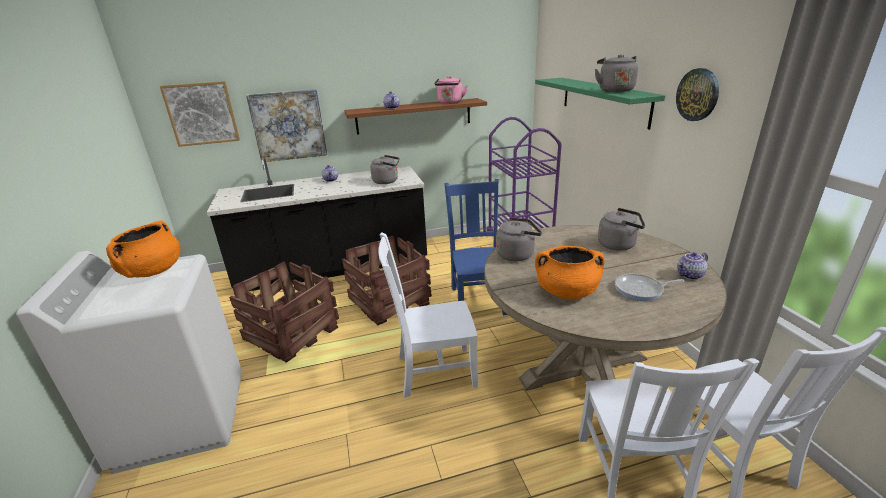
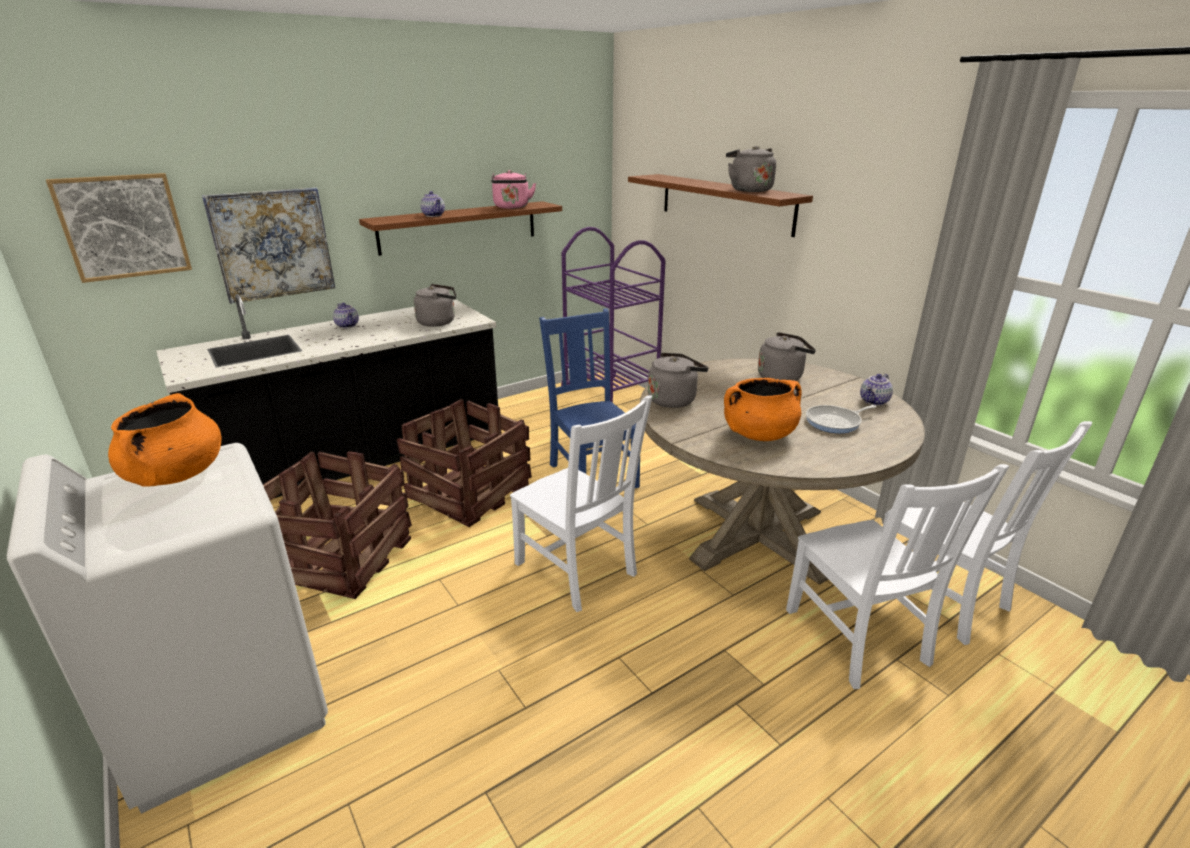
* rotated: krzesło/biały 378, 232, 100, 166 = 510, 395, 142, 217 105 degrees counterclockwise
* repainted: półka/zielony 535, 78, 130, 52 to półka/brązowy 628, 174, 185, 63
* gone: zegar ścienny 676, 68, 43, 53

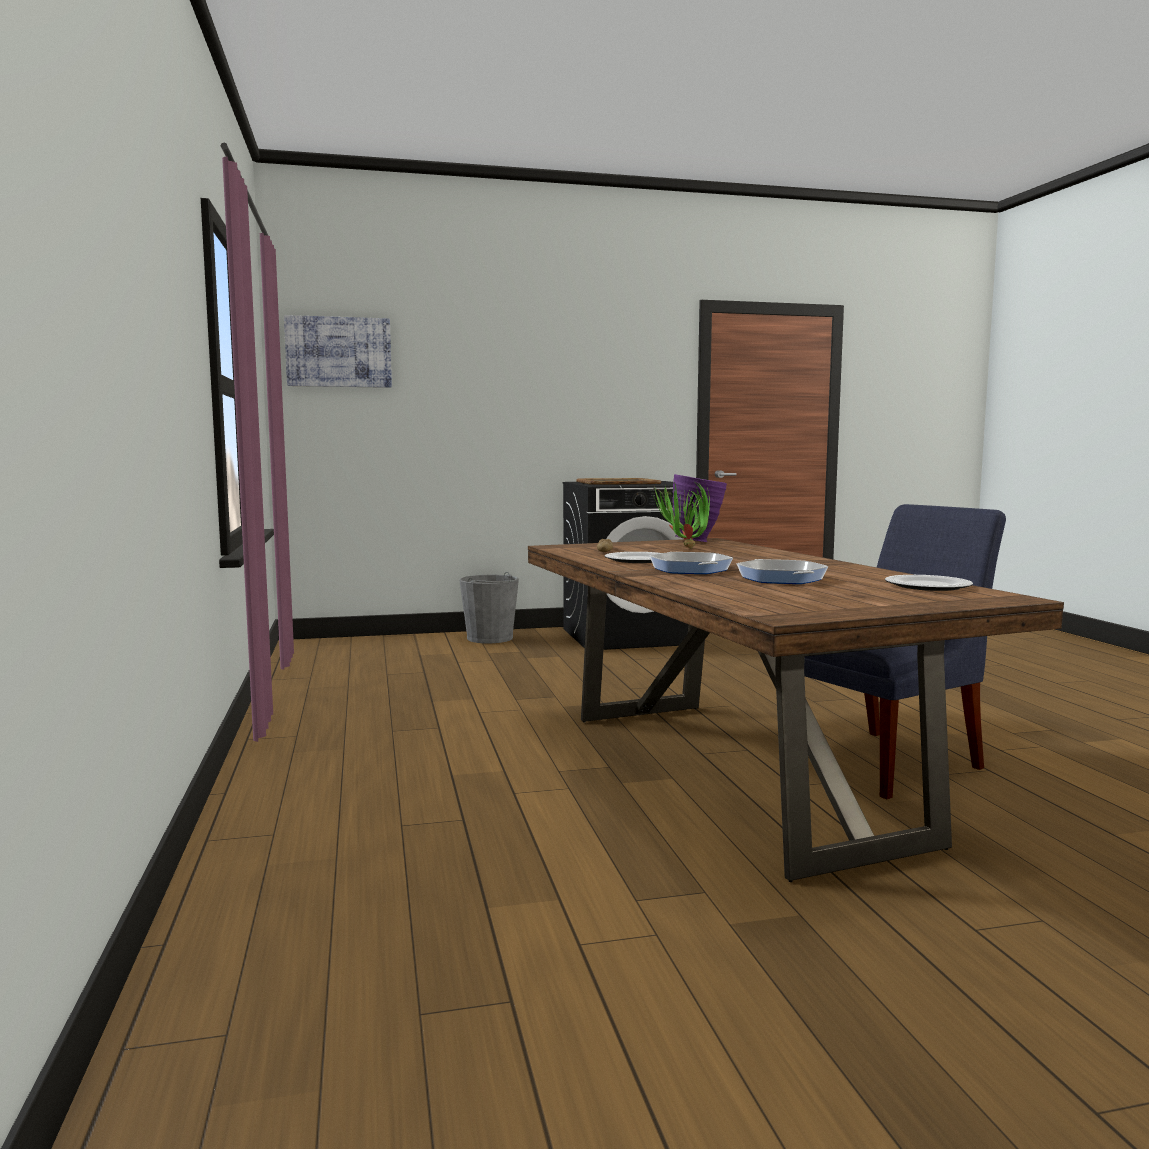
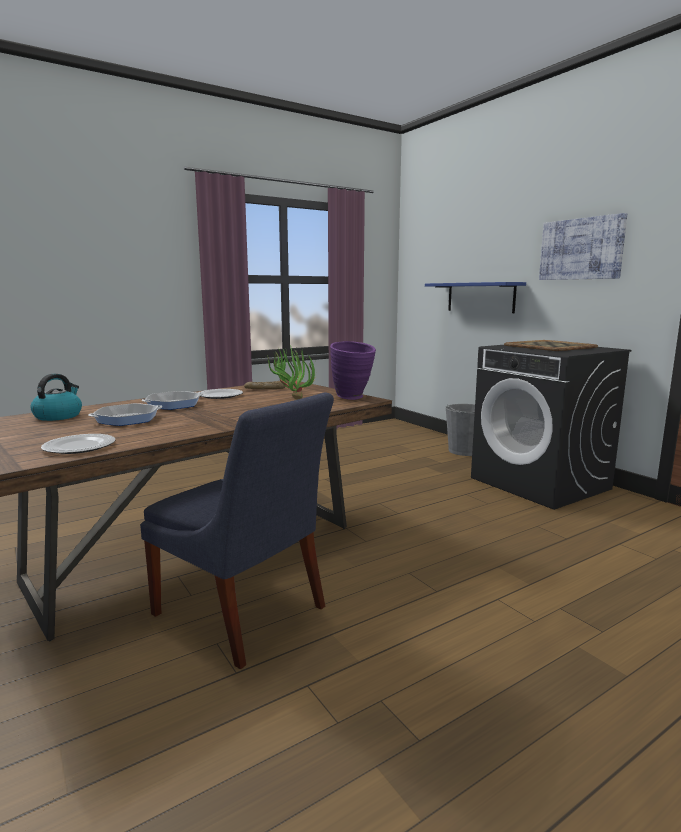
* shifted: obraz 284, 315, 108, 73 to 539, 213, 88, 67
* new: czajnik 30, 374, 52, 47
* new: półka/niebieski 425, 282, 101, 31

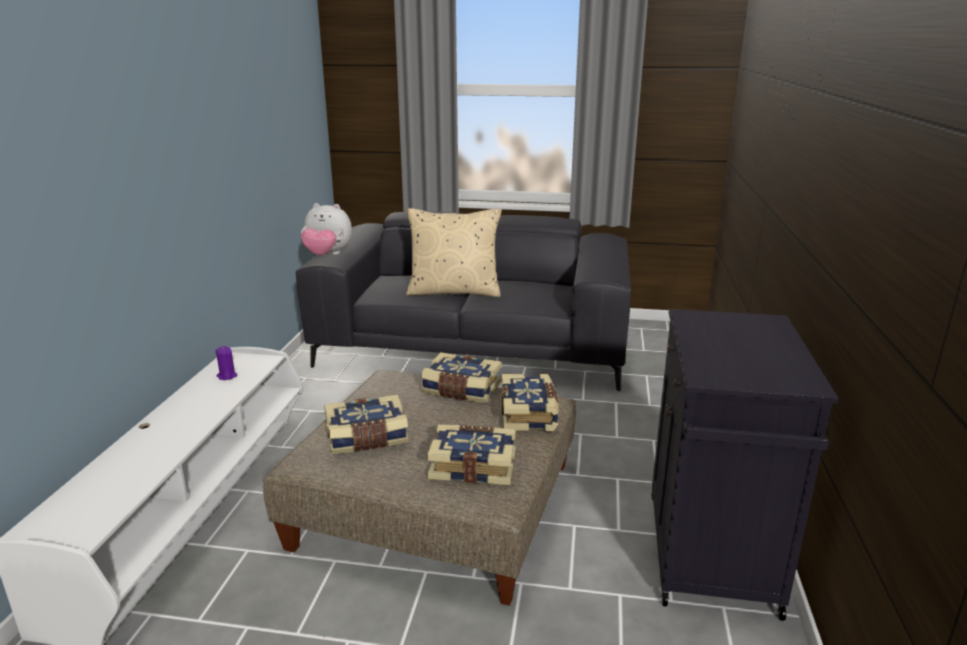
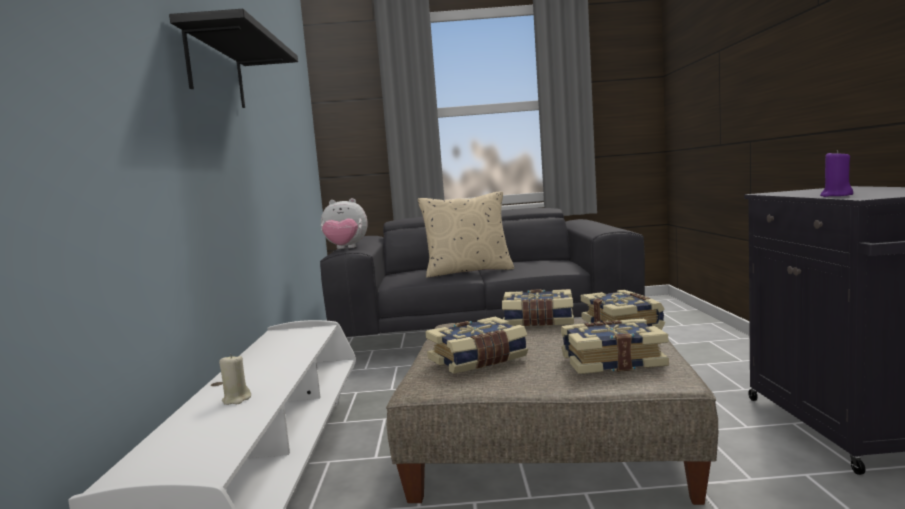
* shifted: świeca/fioletowy 216, 346, 21, 34 to 820, 150, 33, 47
* new: półka/czarny 169, 9, 129, 99
* new: świeca/beżowy 219, 354, 32, 51

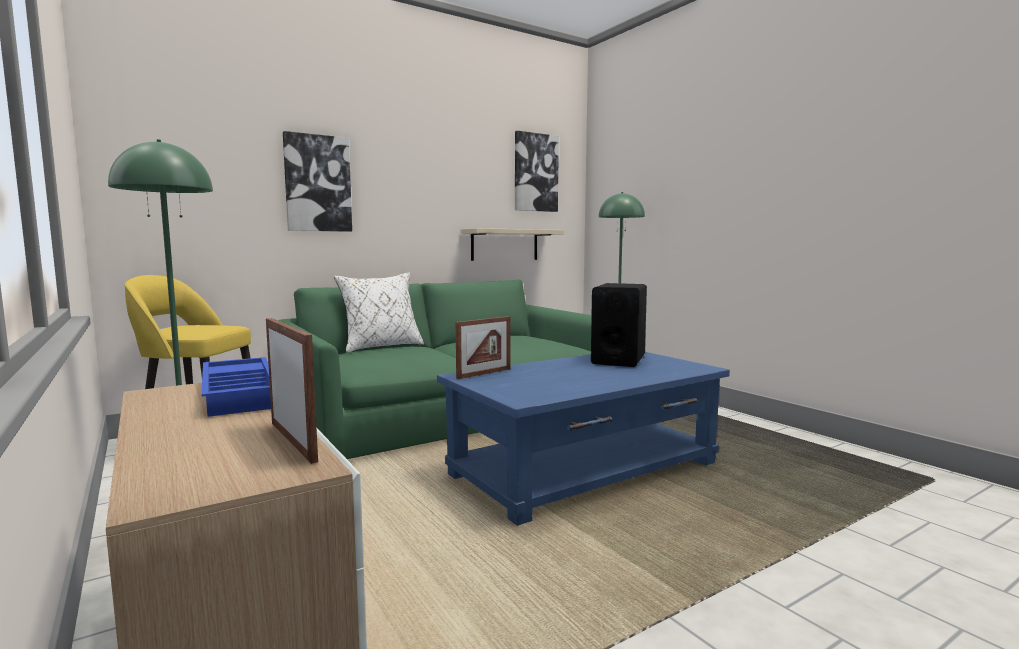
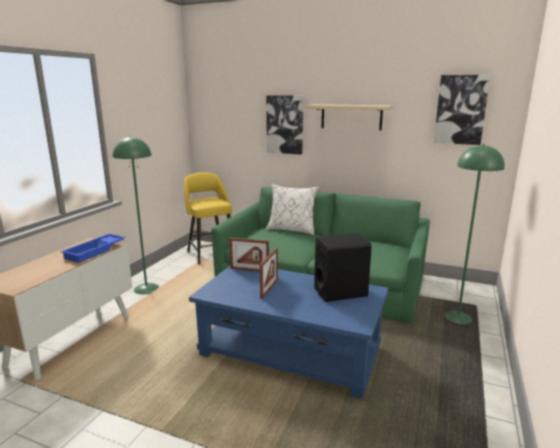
* shifted: ramka na zdjęcie 266, 318, 52, 146 to 260, 248, 18, 51
* shifted: półka/beżowy 461, 228, 103, 33 to 306, 104, 87, 26

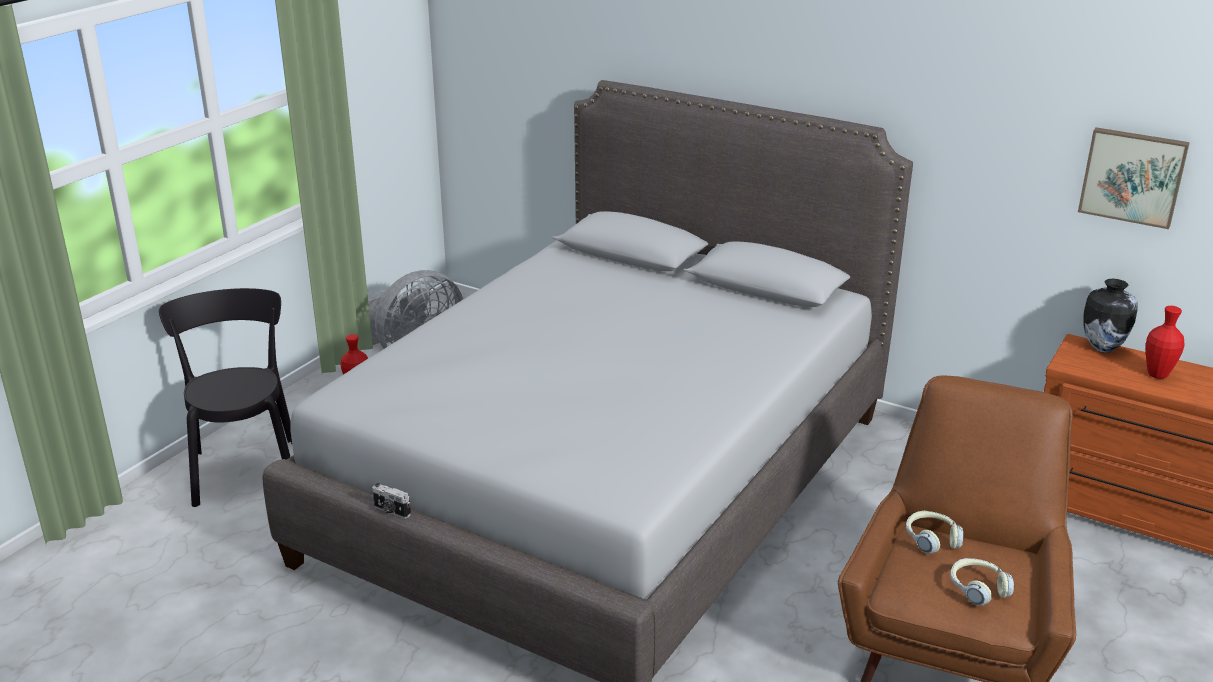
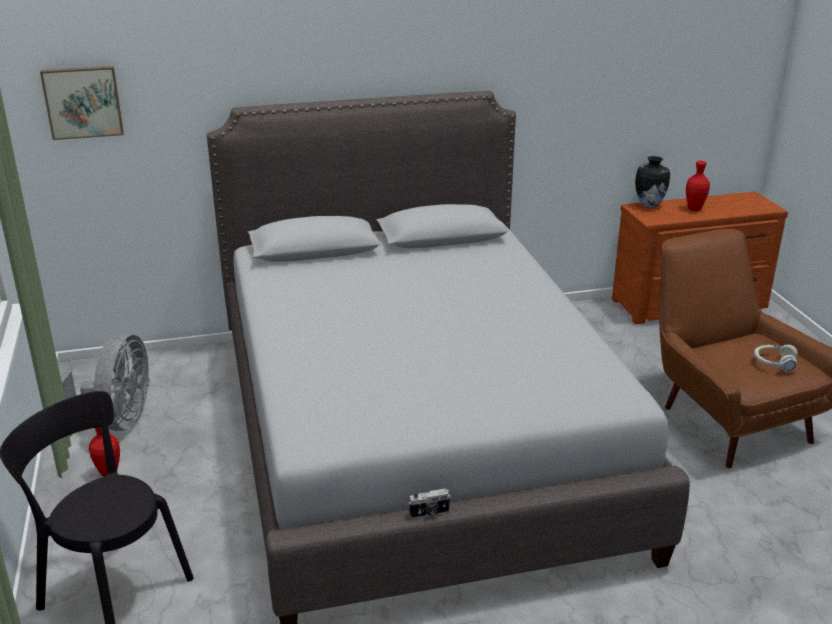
* gone: słuchawki 906, 511, 57, 43
* shifted: obraz 1078, 127, 112, 102 to 40, 66, 84, 74

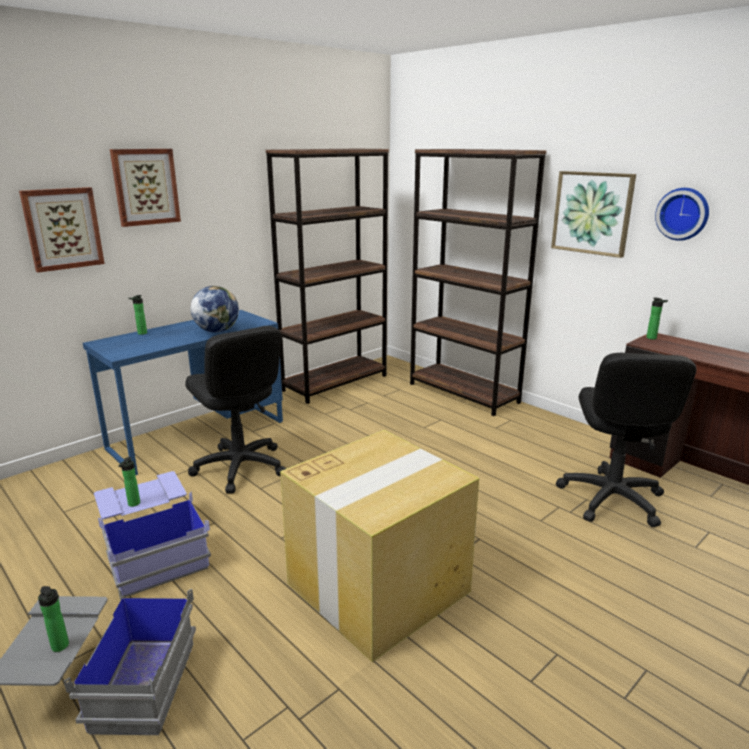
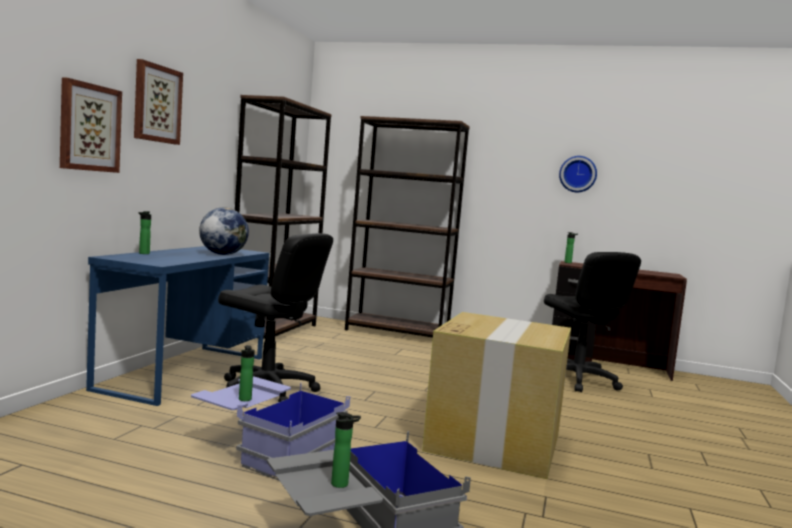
* gone: obraz 551, 171, 85, 87

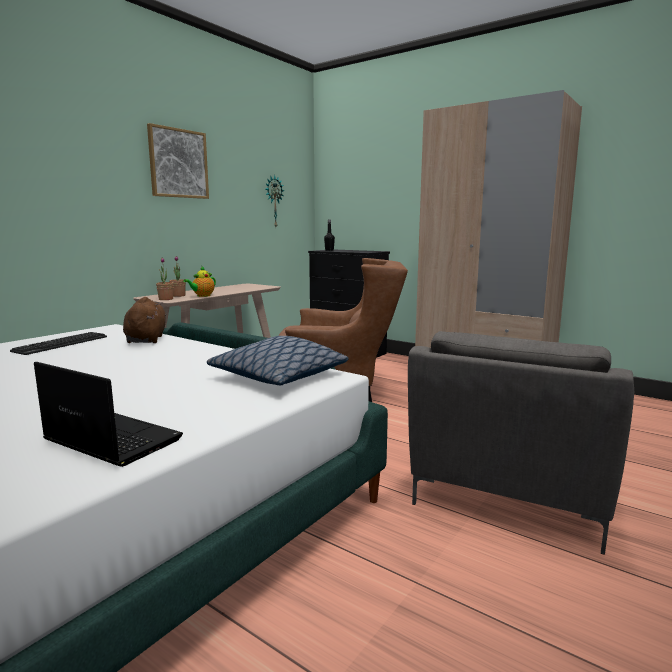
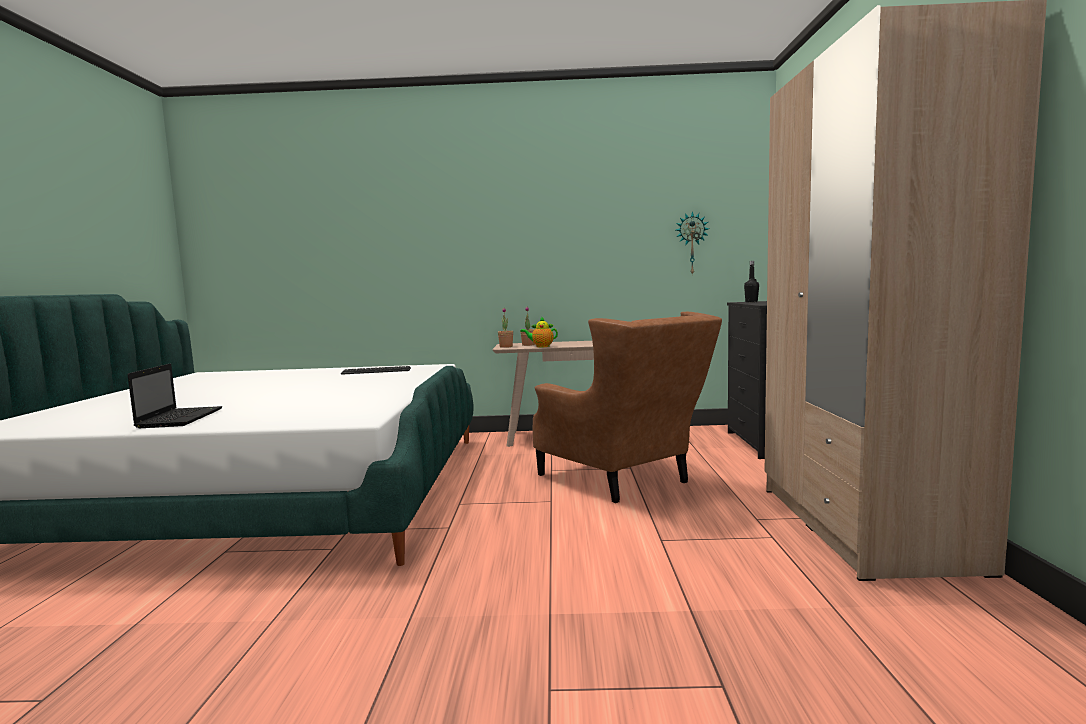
* gone: pluszak/brązowy 123, 297, 43, 46
* gone: obraz 147, 123, 62, 76
* gone: poduszka 207, 336, 141, 49
* gone: fotel/szary 408, 331, 226, 224

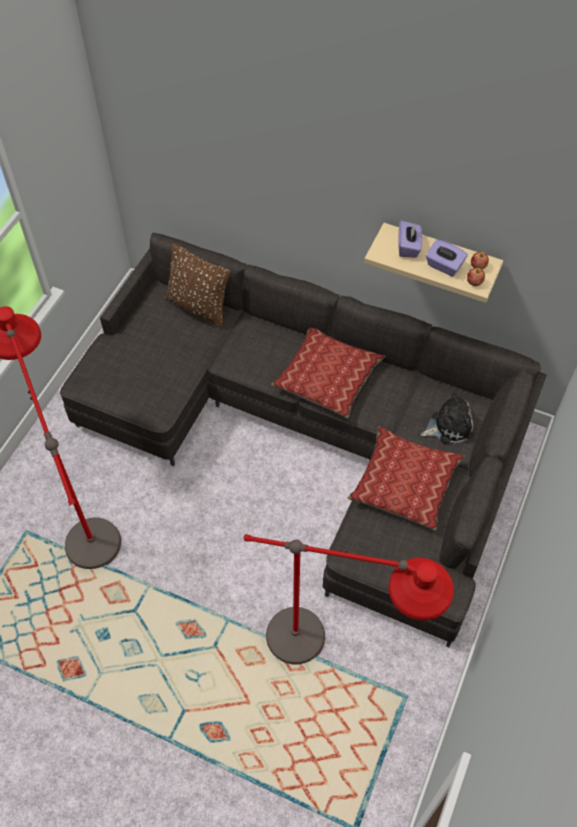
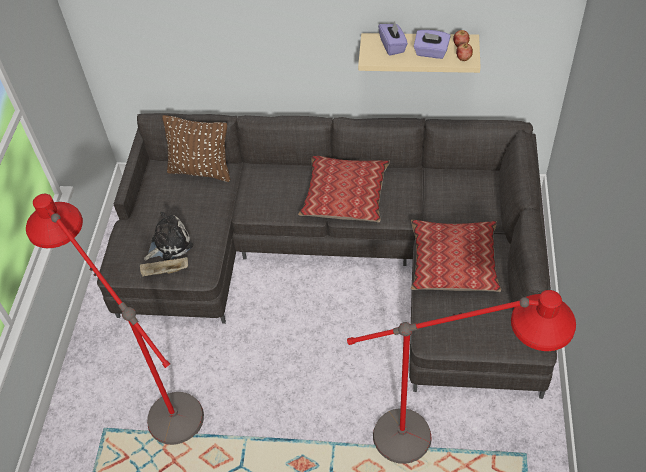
* shifted: pluszak 421, 392, 53, 52 to 144, 212, 49, 49
* new: taca/beżowy 140, 257, 48, 20

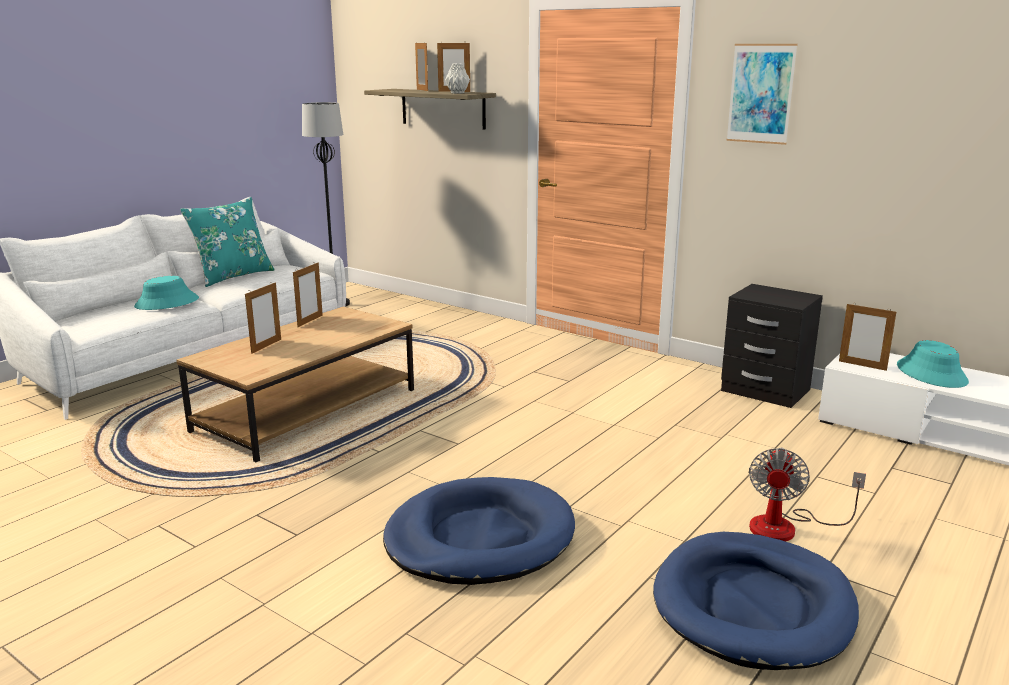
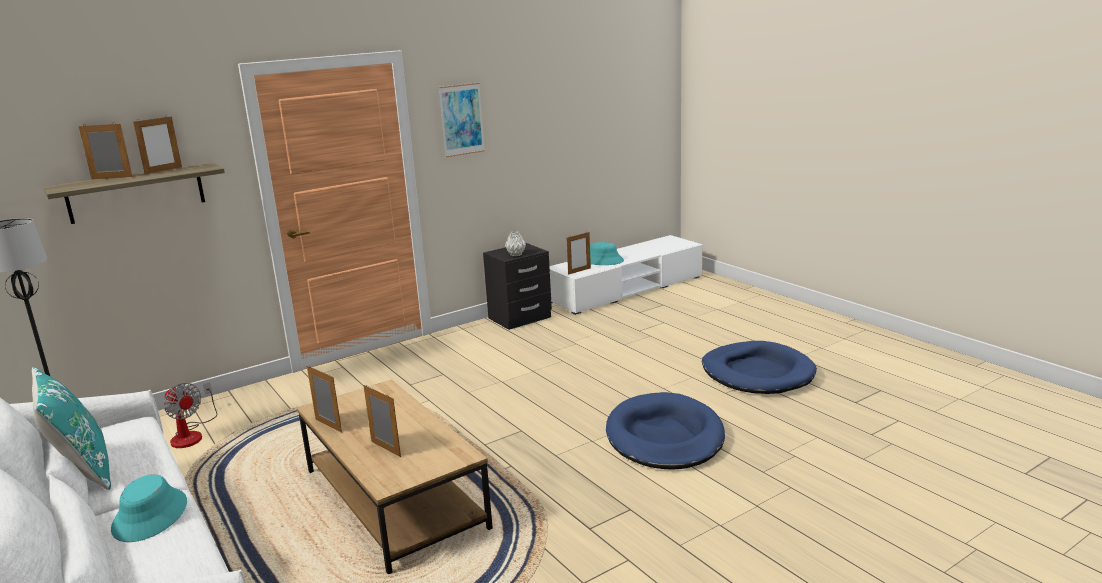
* shifted: wazon/szary 445, 63, 25, 31 to 505, 231, 21, 25
* shifted: wentylator 749, 447, 117, 95 to 164, 382, 53, 66

